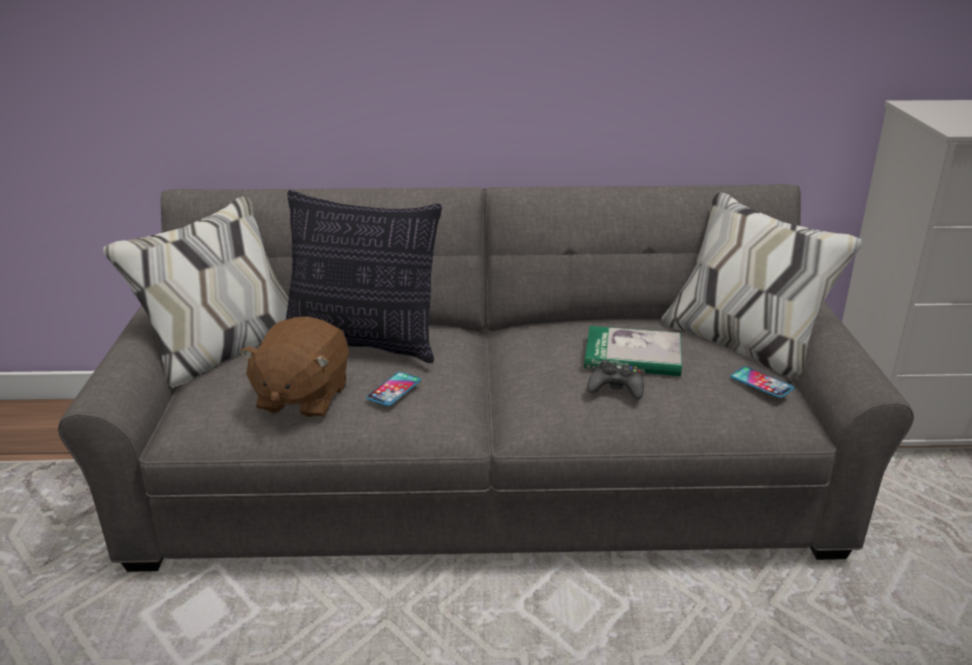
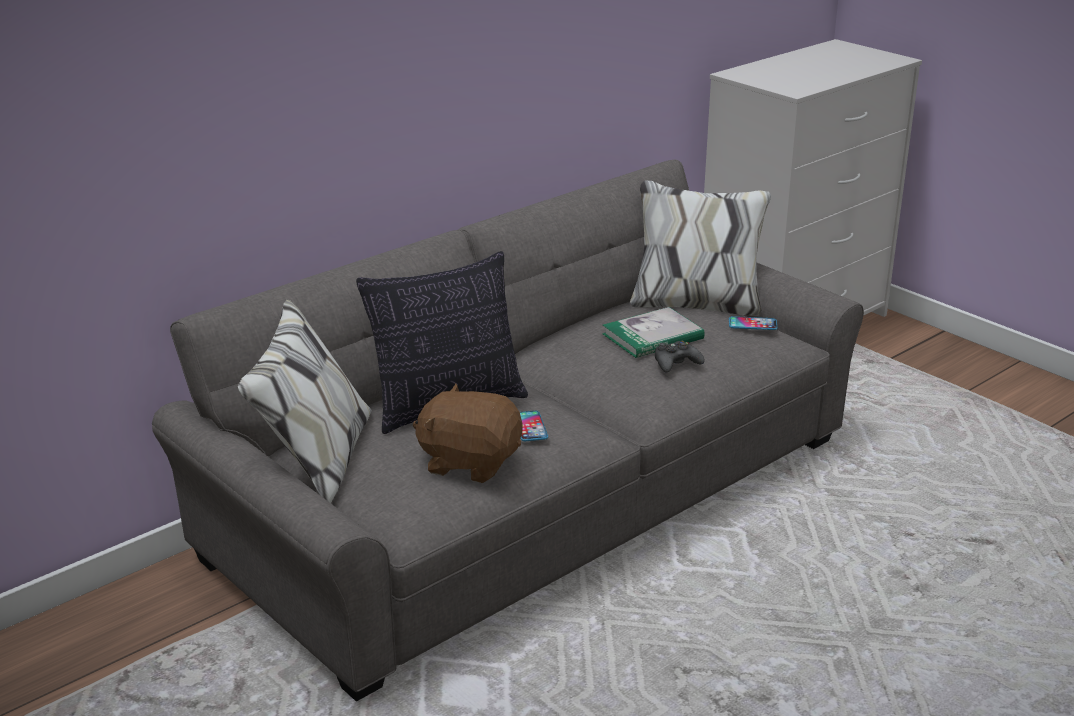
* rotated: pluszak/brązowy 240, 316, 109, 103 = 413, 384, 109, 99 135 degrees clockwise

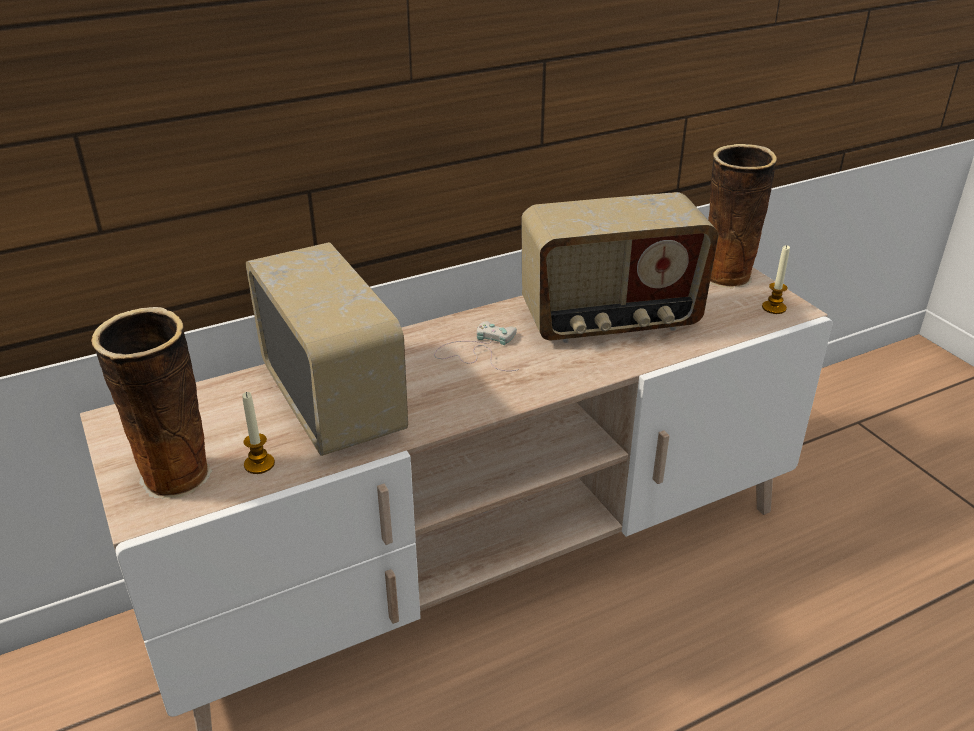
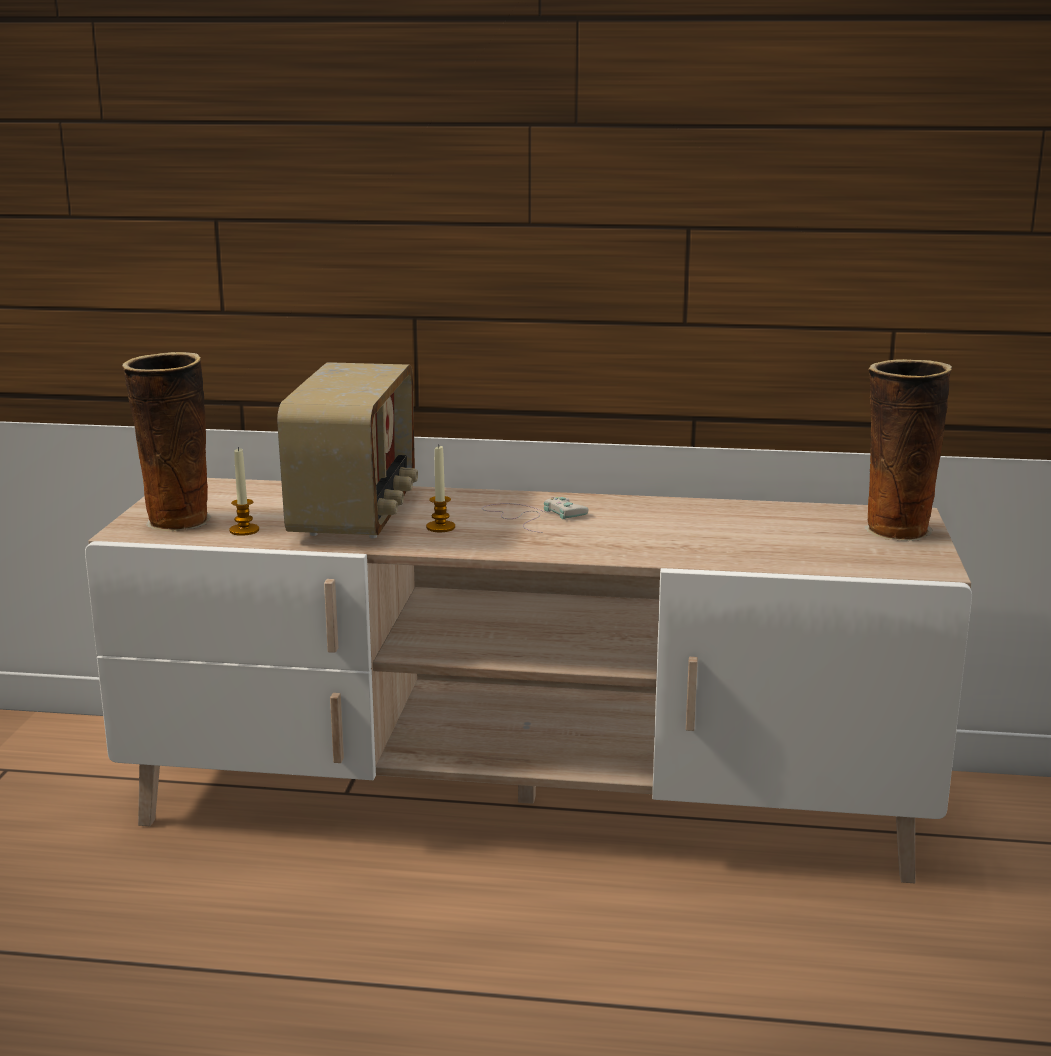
* gone: radio 521, 192, 198, 151
* shifted: świeca 762, 245, 28, 69 to 426, 446, 29, 86

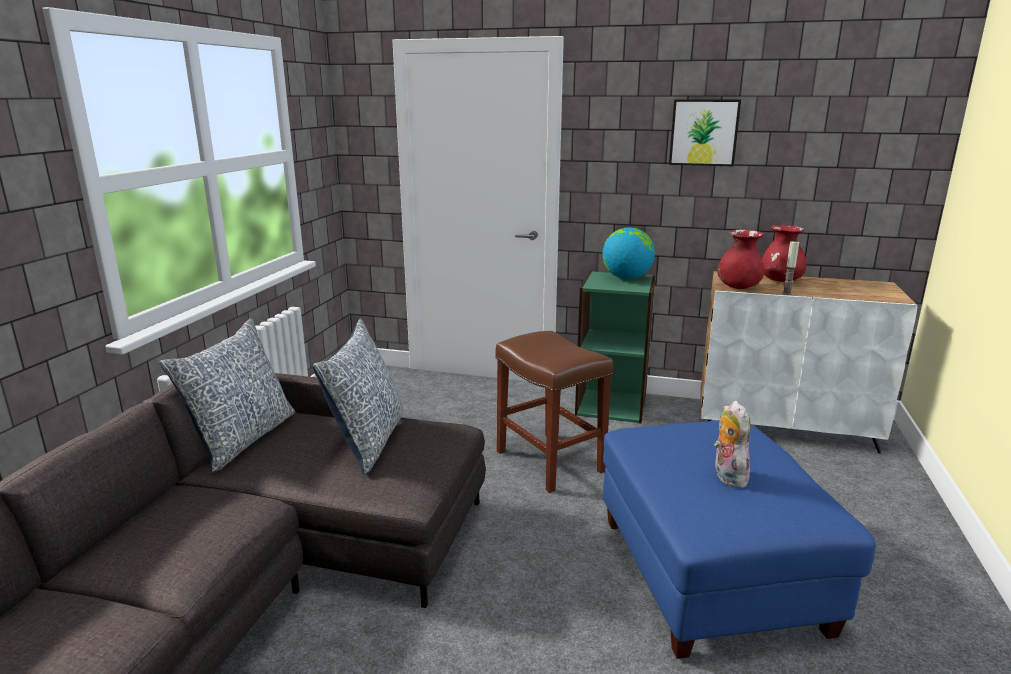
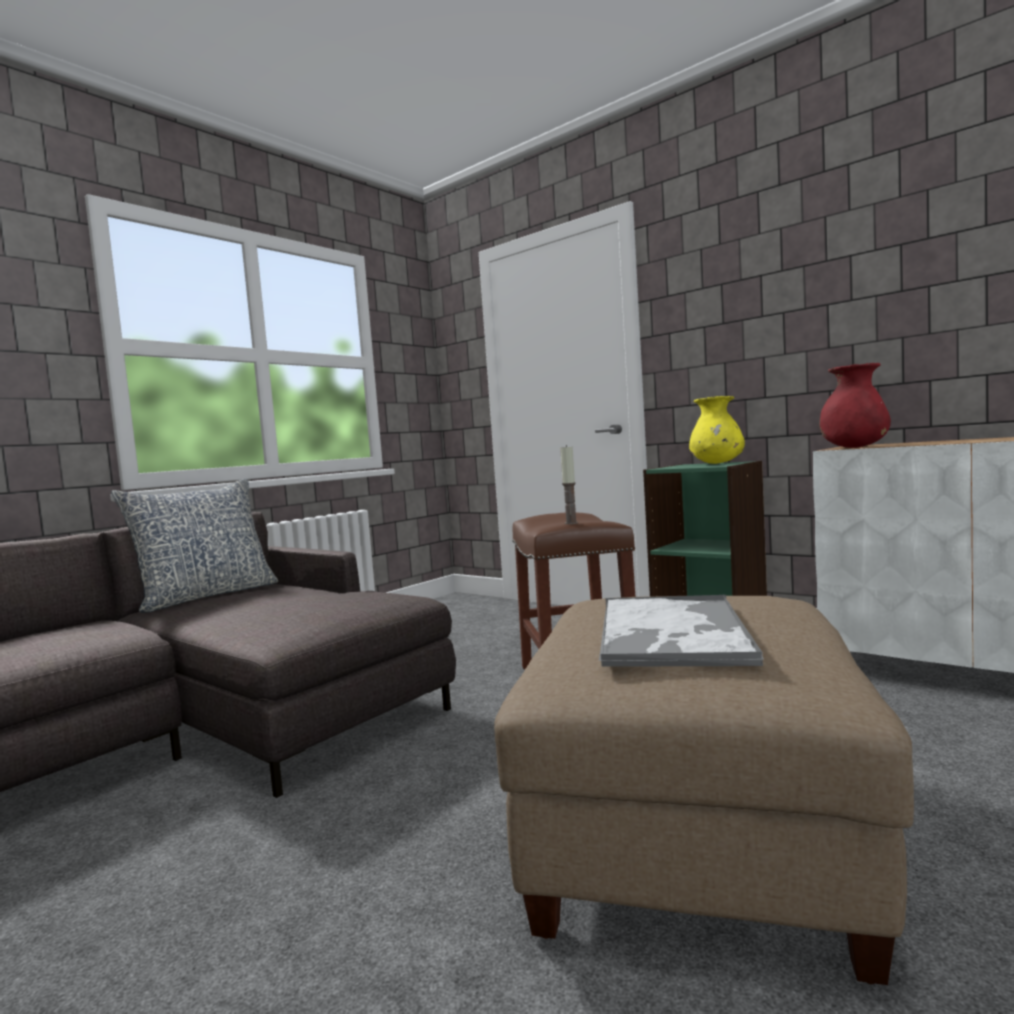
* gone: poduszka 312, 319, 92, 155
* swapped: globus 602, 227, 53, 52 to wazon/żółty 689, 396, 56, 68
* repainted: pufa/niebieski 603, 421, 273, 238 to pufa/beżowy 494, 596, 420, 389
* gone: obraz 669, 99, 72, 67
* swapped: pluszak 714, 401, 36, 87 to taca 599, 595, 165, 72
* gone: wazon/czerwony 762, 225, 44, 57
* shifted: świeca 782, 241, 17, 54 to 560, 445, 18, 79

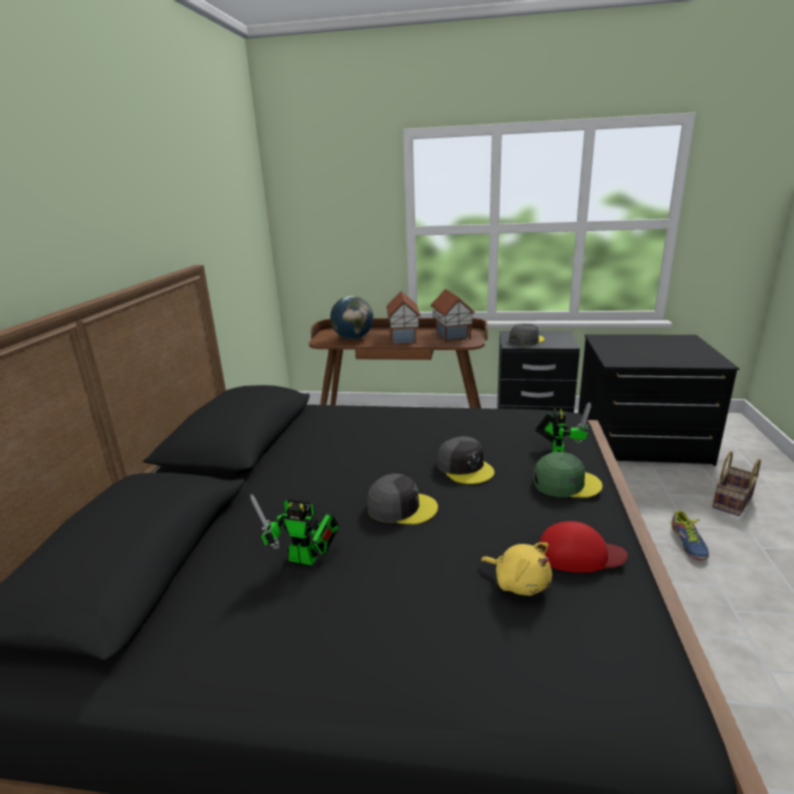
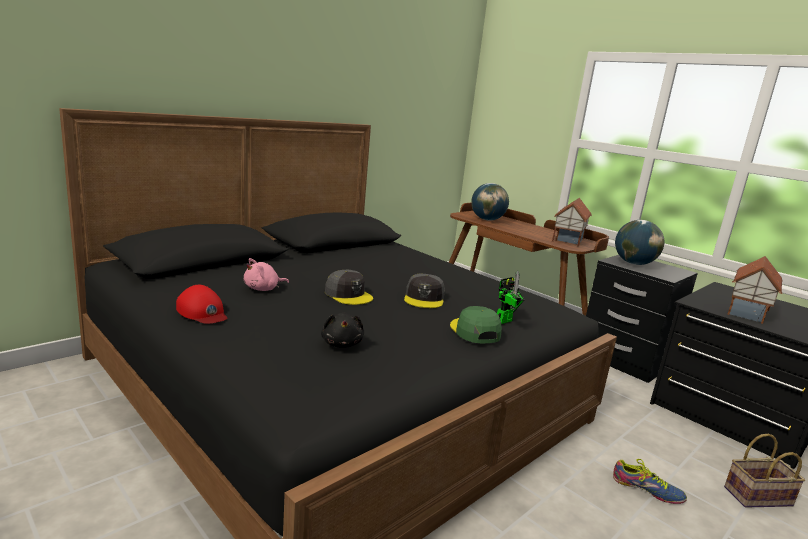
* swapped: robot zabawkowy 250, 494, 89, 71 to pluszak/różowy 244, 258, 45, 33
* shifted: domek 386, 291, 35, 53 to 727, 256, 56, 68
* repainted: pluszak/żółty 481, 542, 71, 54 to pluszak/czarny 321, 313, 43, 35
* swapped: czapka z daszkiem/szary 509, 324, 36, 22 to globus 615, 220, 49, 45
* rotated: czapka z daszkiem/zielony 533, 452, 70, 46 = 450, 306, 52, 37 150 degrees counterclockwise
* shifted: czapka z daszkiem/czerwony 540, 521, 88, 52 to 176, 285, 51, 39
* rotated: but 670, 510, 39, 50 = 613, 459, 74, 45 105 degrees counterclockwise

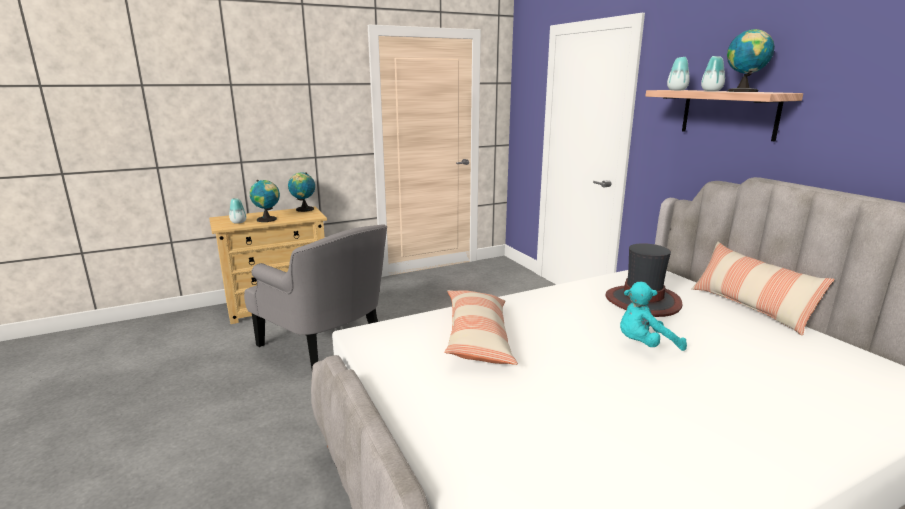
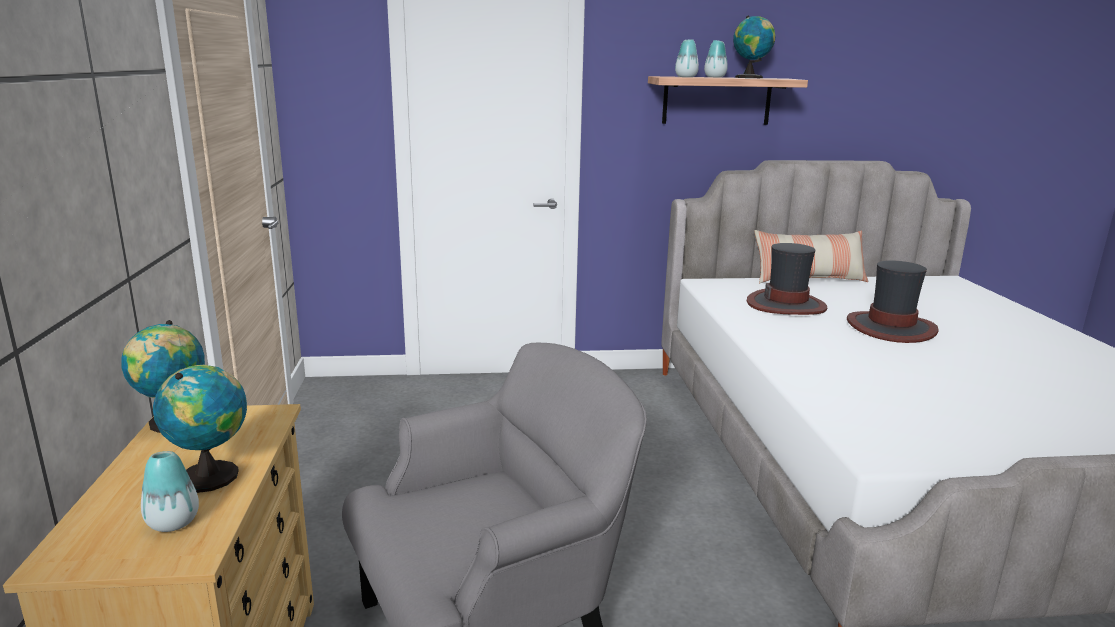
* gone: poduszka 444, 290, 74, 75
* swapped: pluszak/turkusowy 620, 282, 67, 69 to kapelusz 847, 260, 92, 83

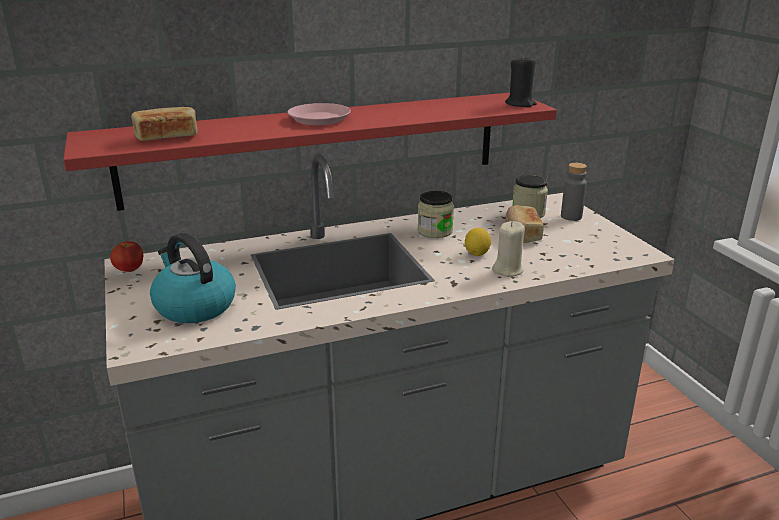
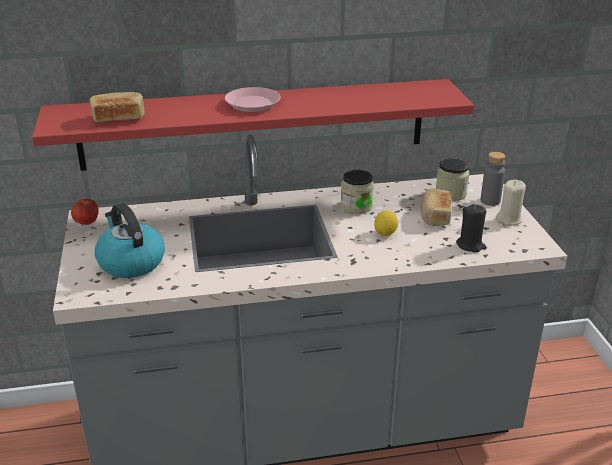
* shifted: świeca/beżowy 492, 221, 33, 56 to 496, 179, 30, 47
* shifted: świeca/czarny 505, 55, 32, 52 to 456, 204, 30, 49

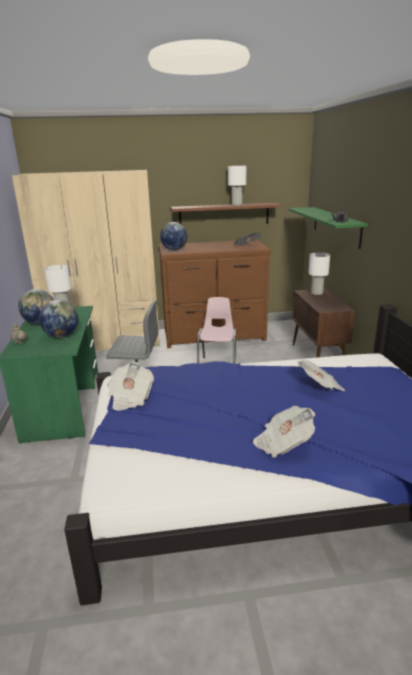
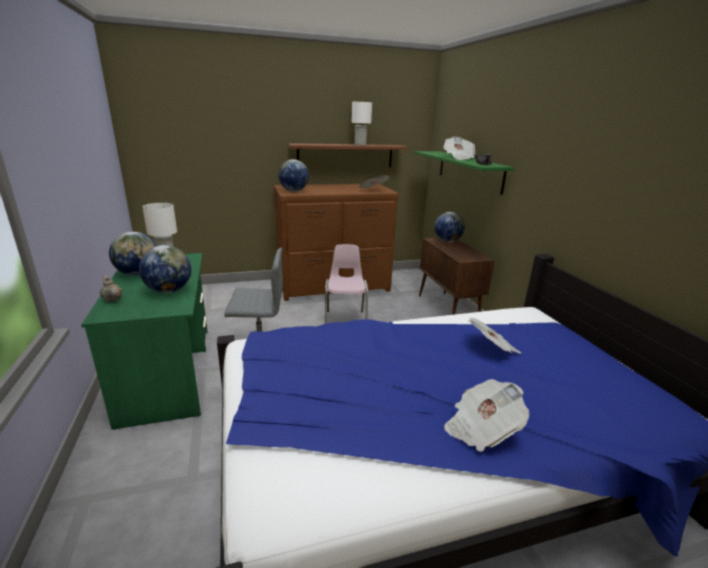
* gone: szafa/beżowy 12, 170, 148, 181
* shifted: gazeta 107, 362, 47, 49 to 443, 137, 32, 23
* swapped: lampa stołowa/biały 308, 252, 22, 43 to globus 434, 212, 31, 30

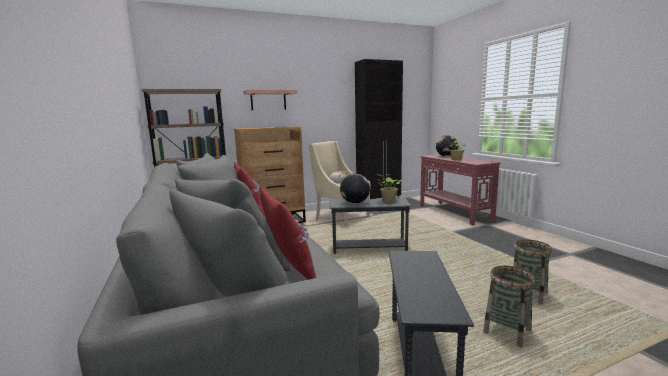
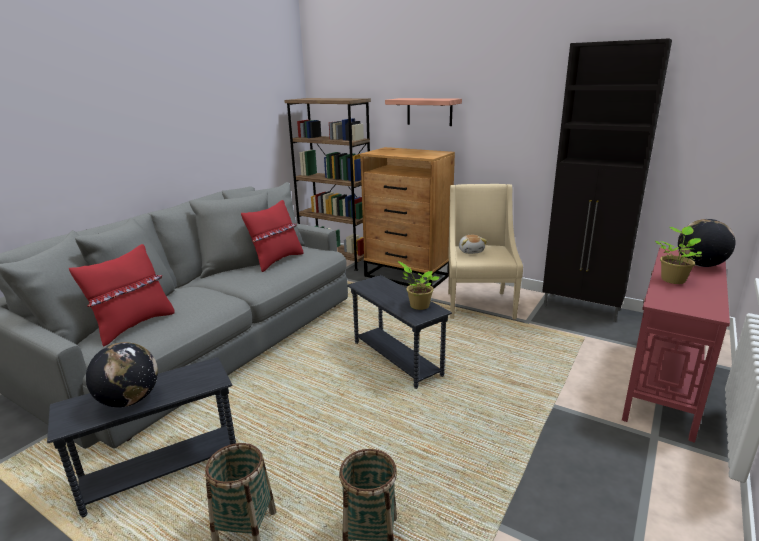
* shifted: globus 340, 174, 30, 30 to 86, 342, 72, 65

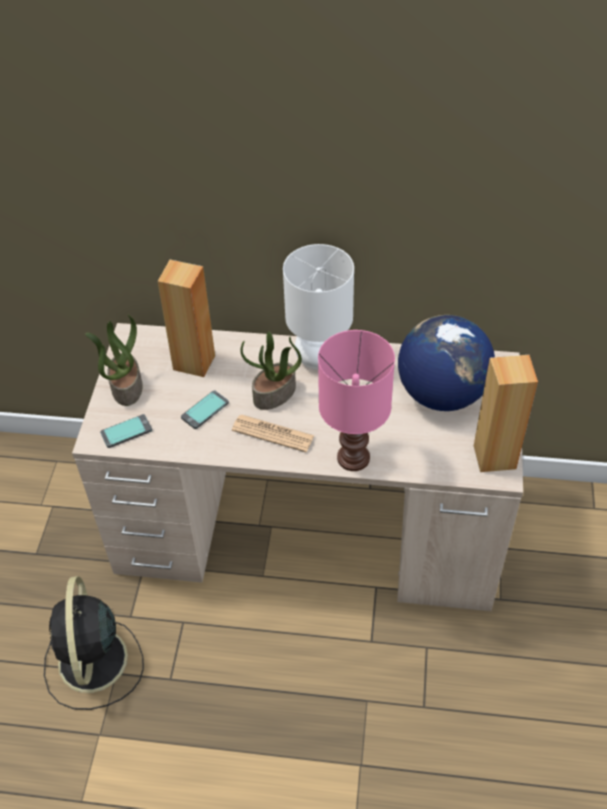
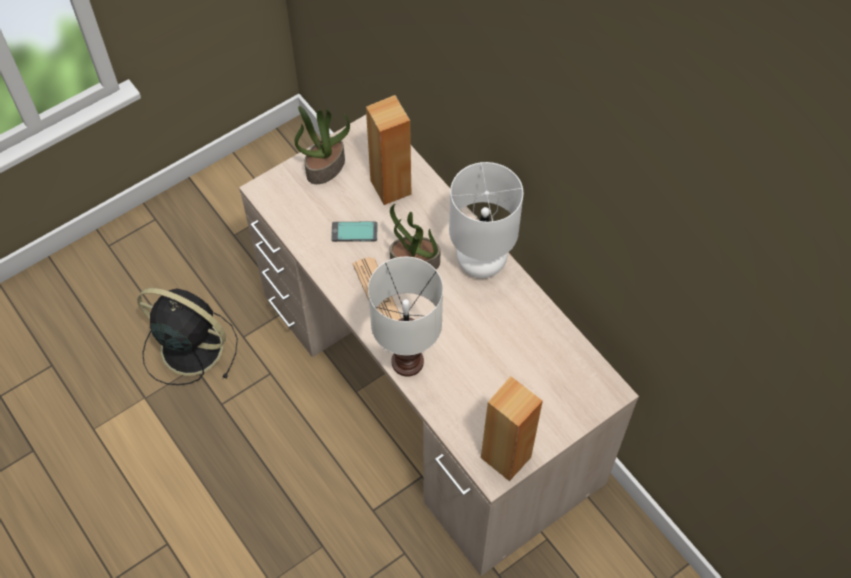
* rotated: wentylator/czarny 44, 576, 100, 134 = 137, 288, 101, 97 75 degrees clockwise
* gone: telefon 100, 414, 52, 34
* repainted: lampa stołowa/różowy 318, 330, 77, 141 to lampa stołowa/biały 368, 257, 75, 120
* gone: globus 398, 315, 97, 96

